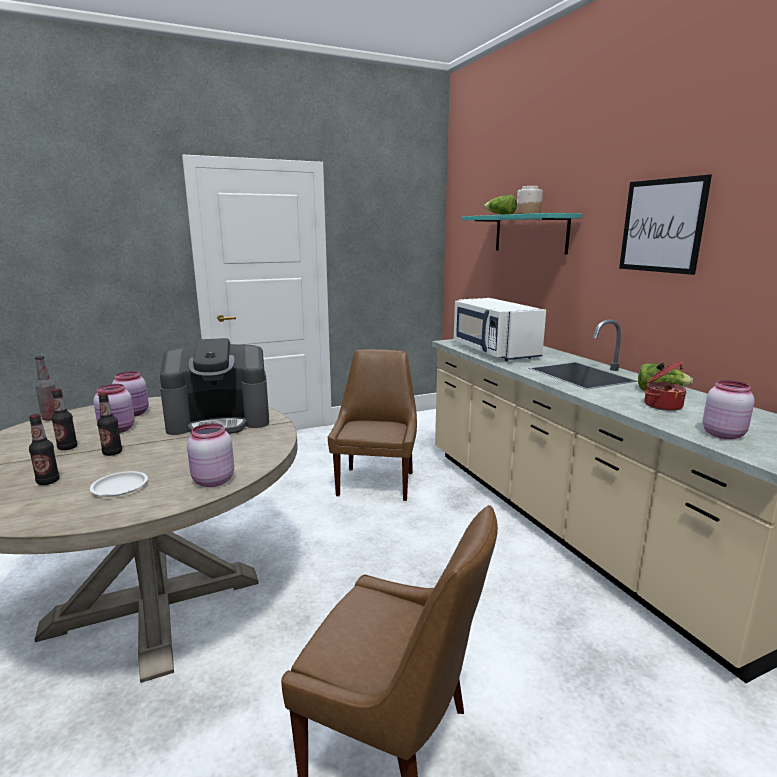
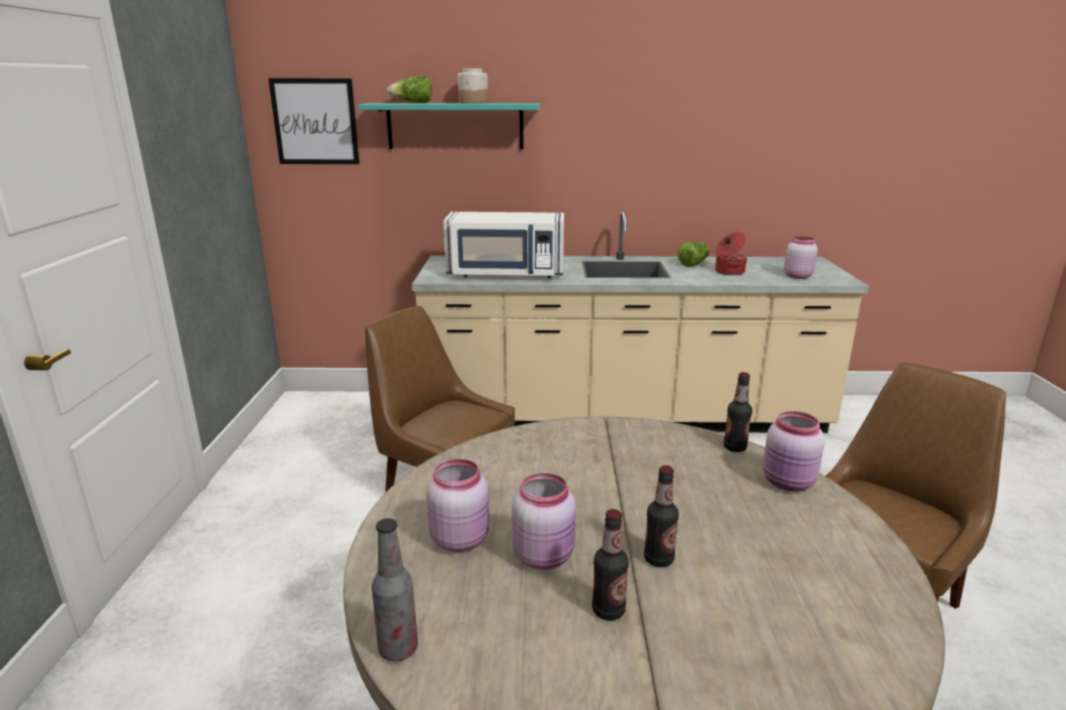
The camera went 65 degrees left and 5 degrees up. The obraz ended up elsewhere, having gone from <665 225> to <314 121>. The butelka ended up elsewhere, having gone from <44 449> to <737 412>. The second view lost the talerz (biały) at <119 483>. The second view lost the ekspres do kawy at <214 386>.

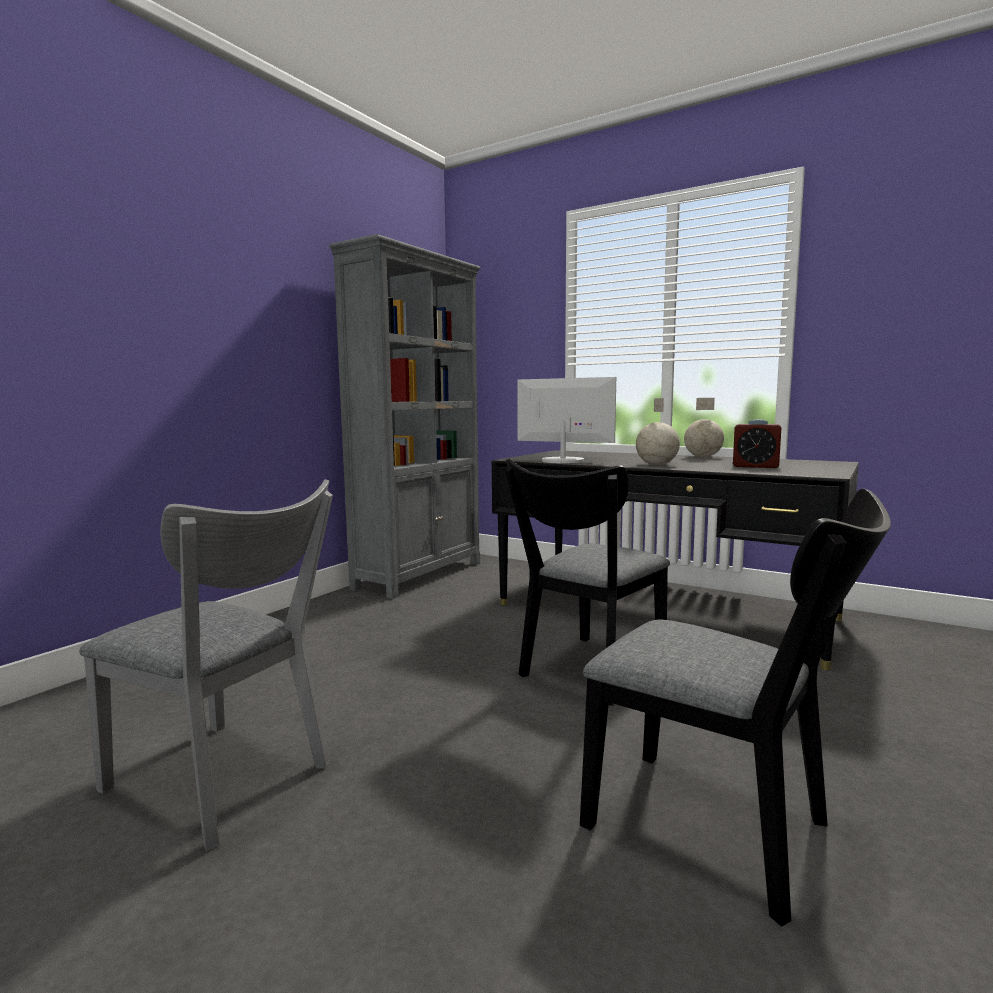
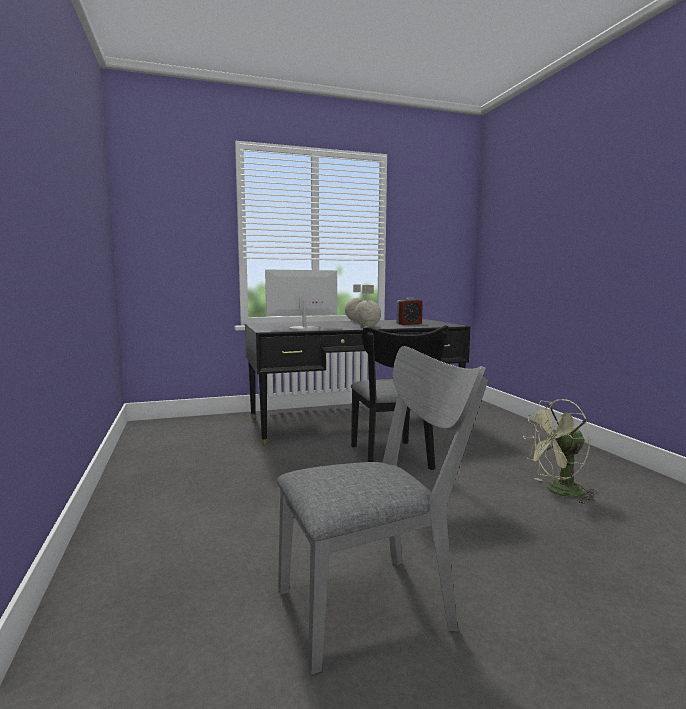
The camera went 50 degrees left and 0 degrees up. Where the krzesło (czarny) stood at <735 708>, the wentylator (zielony) came to stand at <560 451>. The second view lost the regał (szary) at <405 416>.

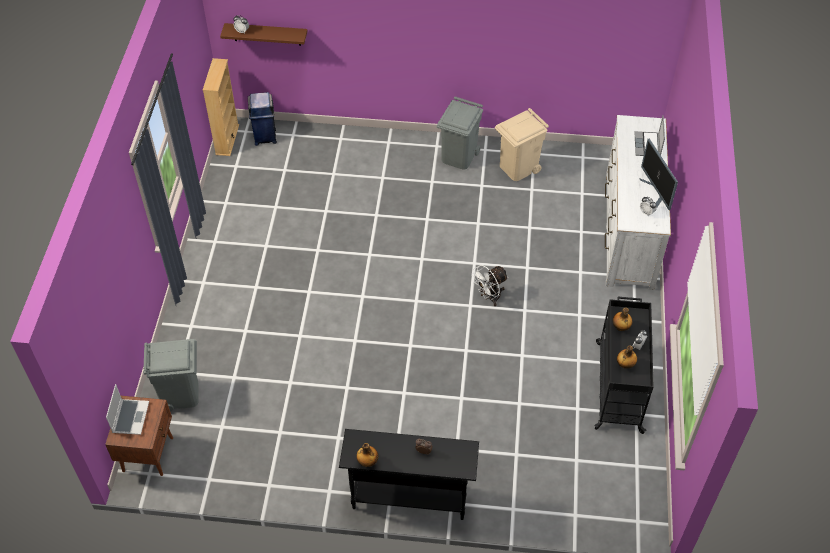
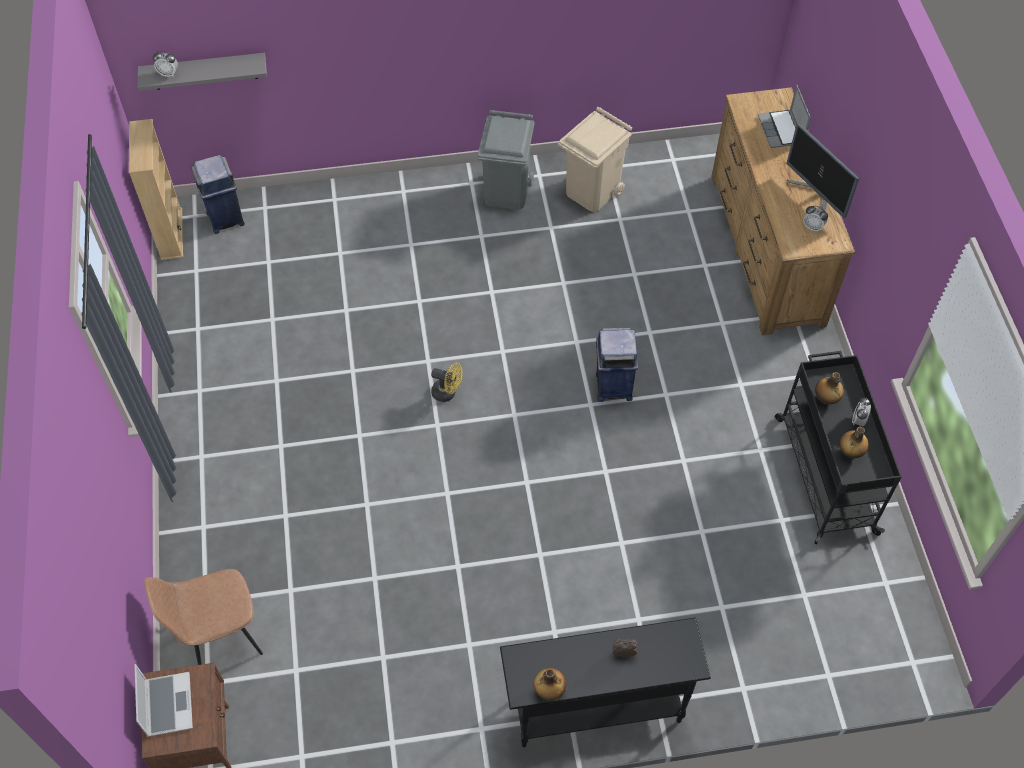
The camera went 15 degrees left and 5 degrees up. What was the półka (brązowy) at <264 34> turned into the półka (szary) at <202 72>. Where the kosz na śmieci (szary) stood at <171 375>, the krzesło (brązowy) came to stand at <203 617>. The second view gained the wentylator (żółty) at <447 382>. Where the wentylator (biały) stood at <489 285>, the kosz na śmieci (niebieski) came to stand at <617 364>. What was the komoda (biały) at <638 202> turned into the komoda (brązowy) at <783 211>.

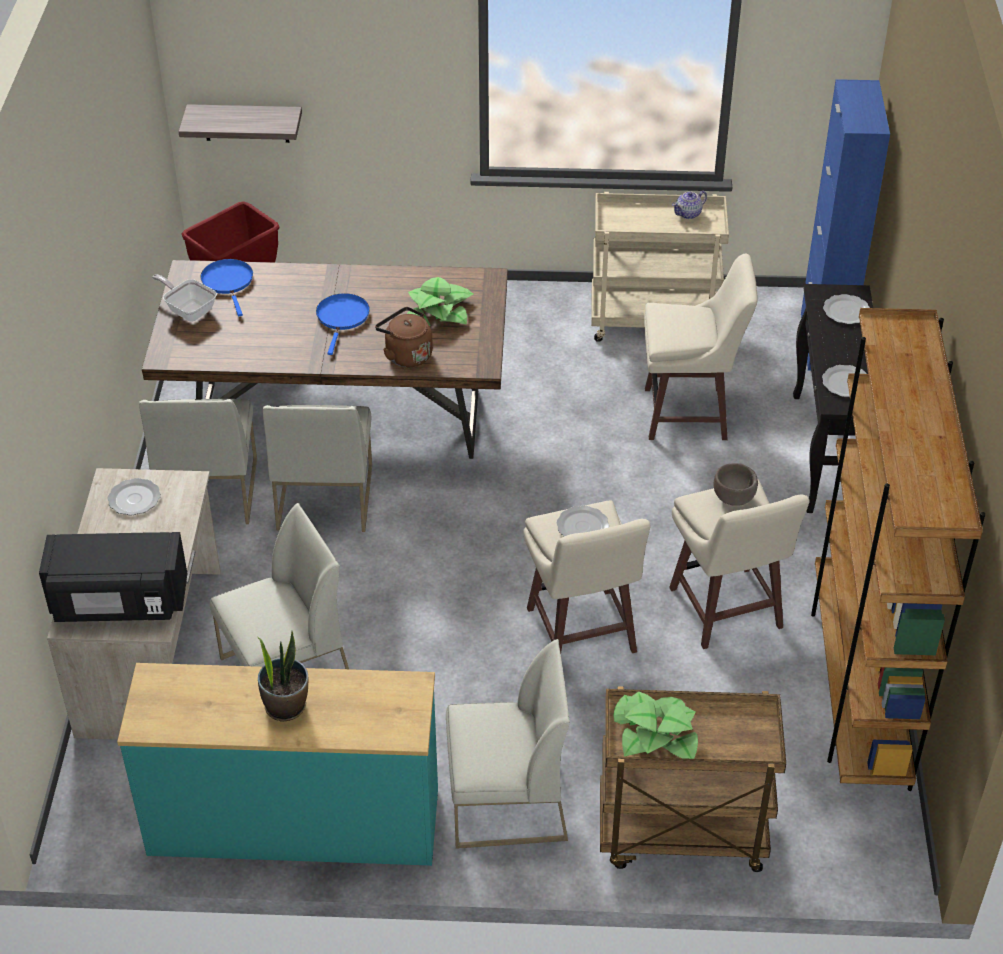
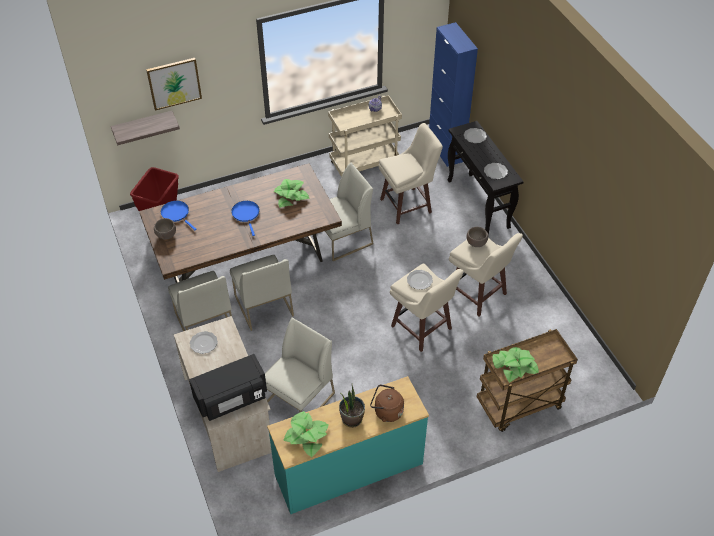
The camera went 25 degrees left and 5 degrees up. The second view gained the obraz at <174 84>. Where the patelnia stood at <184 298>, the miska (brązowy) came to stand at <165 229>. The second view gained the roślina doniczkowa at <306 434>. The krzesło (biały) ended up elsewhere, having gone from <508 744> to <349 211>. The czajnik (brązowy) ended up elsewhere, having gone from <404 337> to <387 403>. The second view lost the regał (brązowy) at <898 549>.

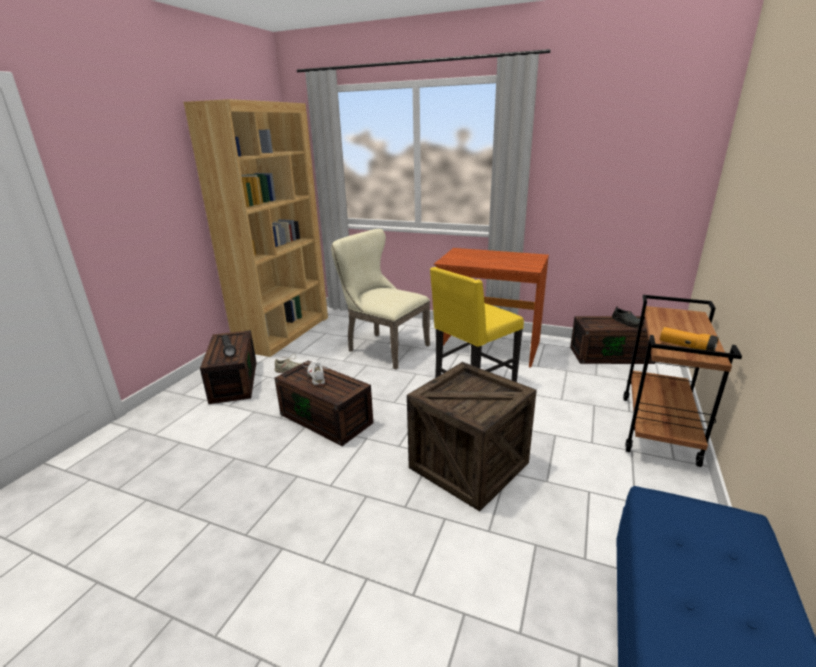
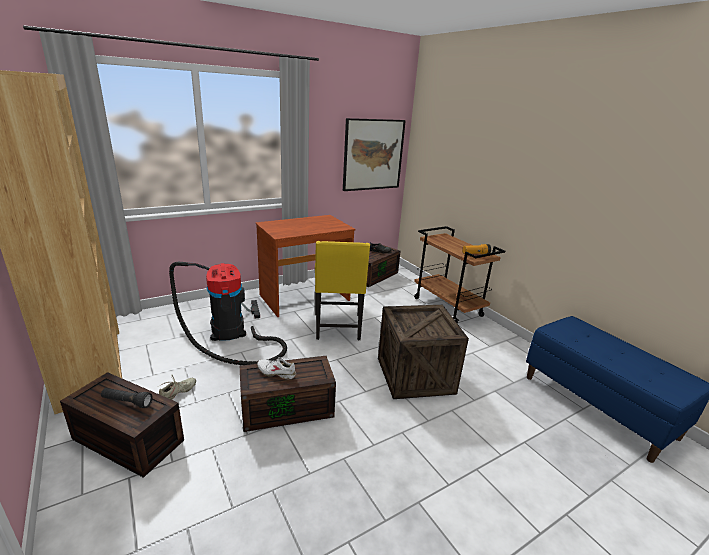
The camera went 55 degrees left and 0 degrees up. Where the krzesło (beżowy) stood at <380 299>, the odkurzacz came to stand at <228 313>. The second view gained the obraz at <374 154>.

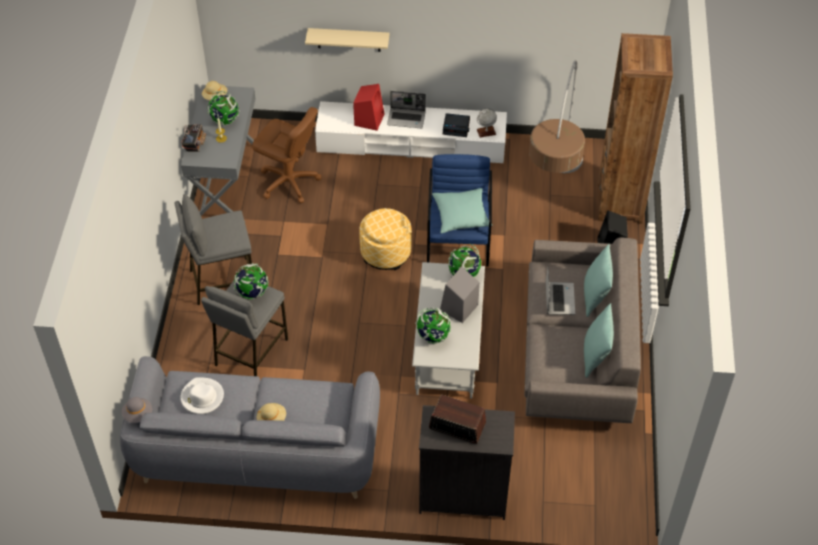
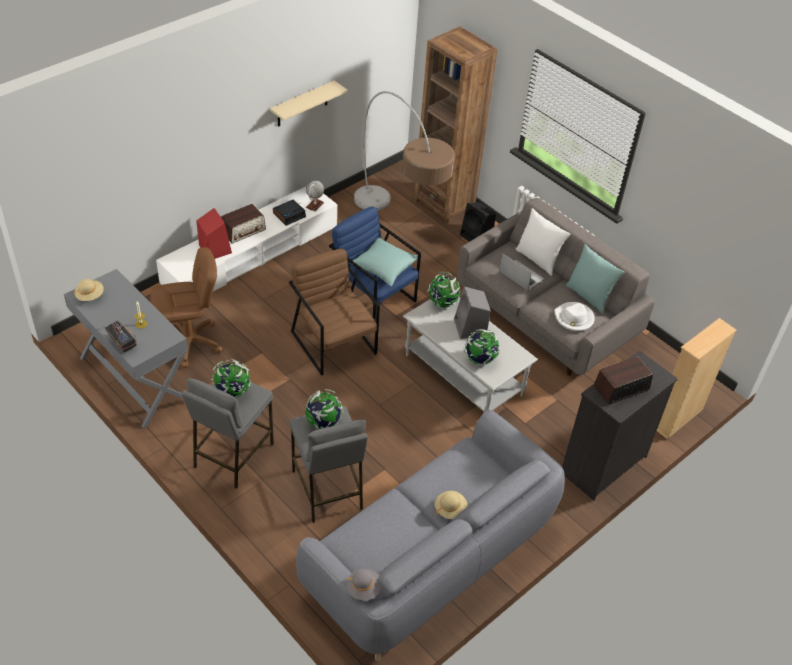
The camera went 50 degrees left and 5 degrees down. The globus ended up elsewhere, having gone from <223 108> to <231 378>. Where the laptop stood at <406 109>, the radio came to stand at <243 223>. The półka (beżowy) ended up elsewhere, having gone from <347 40> to <309 104>. Where the pufa stood at <385 239>, the fotel (brązowy) came to stand at <334 312>. What was the poduszka (turkusowy) at <598 280> turned into the poduszka (biały) at <543 242>. The kapelusz (biały) ended up elsewhere, having gone from <202 395> to <574 316>. The second view gained the regał (beżowy) at <696 378>.

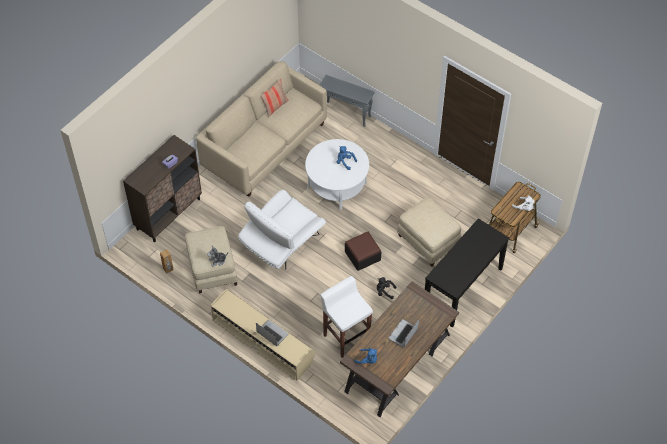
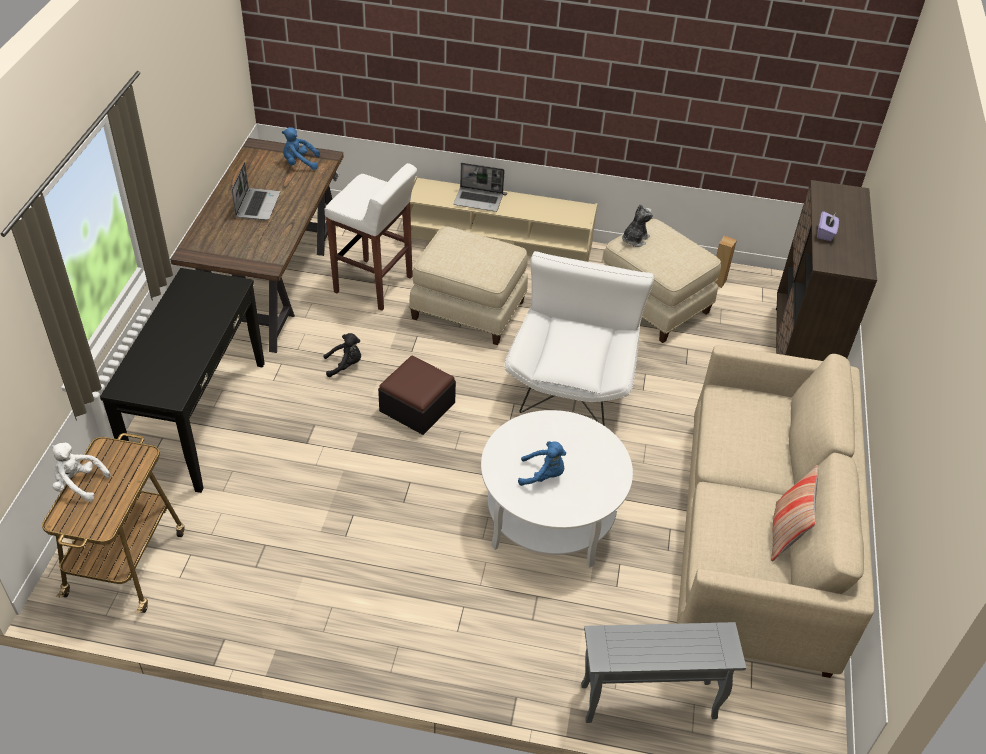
The camera went 150 degrees right and 10 degrees down. The pufa (beżowy) ended up elsewhere, having gone from <429 231> to <468 285>.

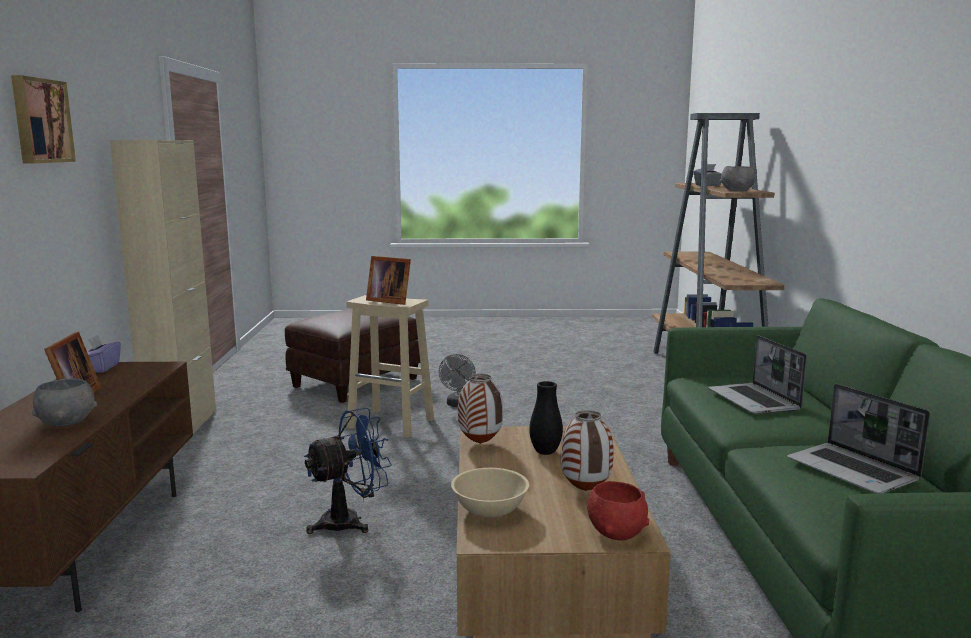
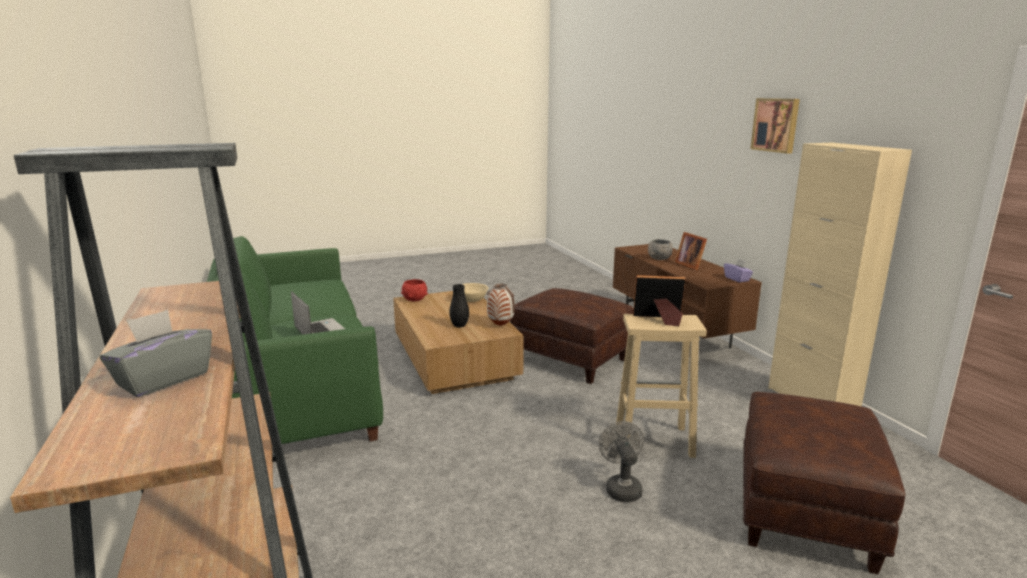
The camera went 160 degrees right and 5 degrees up. Where the wentylator (niebieski) stood at <348 471>, the pufa (brązowy) came to stand at <572 336>. The second view lost the wazon at <587 450>. The second view lost the miska (szary) at <737 178>. The second view lost the laptop at <858 438>.

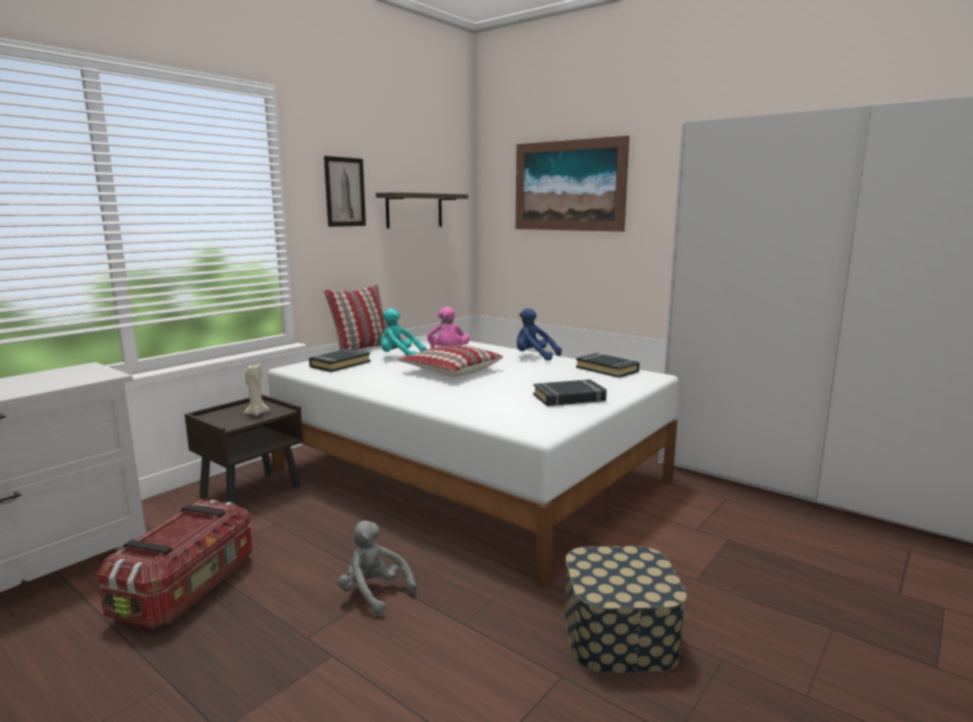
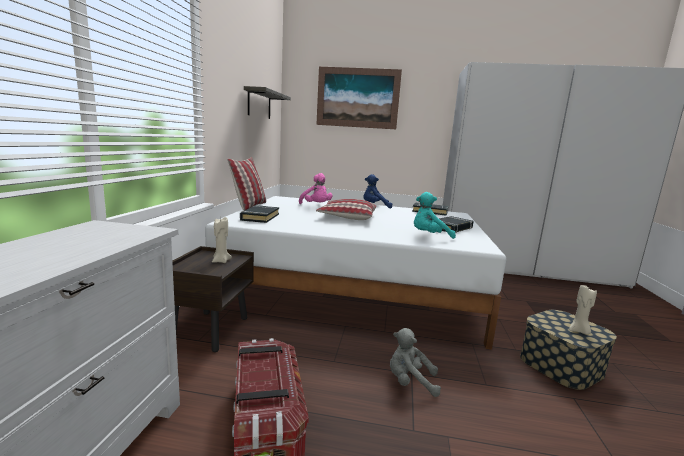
The camera went 30 degrees left and 0 degrees up. The pluszak (turkusowy) ended up elsewhere, having gone from <404 332> to <435 215>. The second view gained the świeca (beżowy) at <583 309>. The second view lost the obraz at <345 191>.

